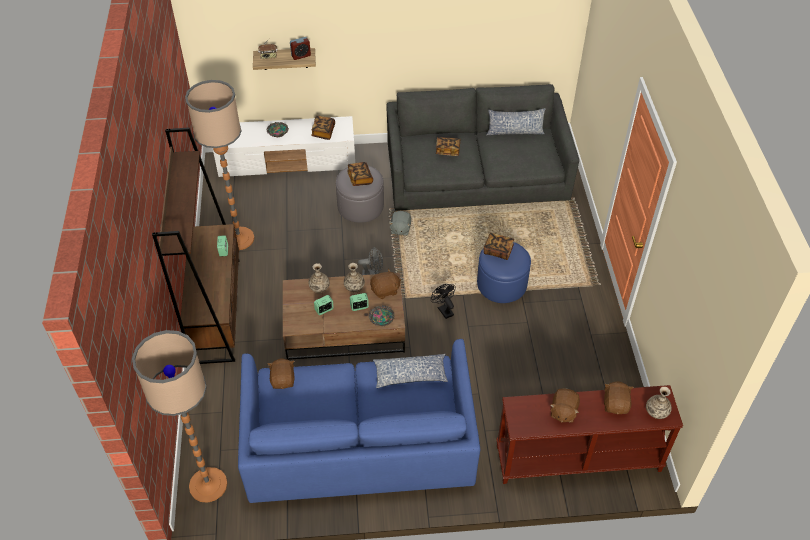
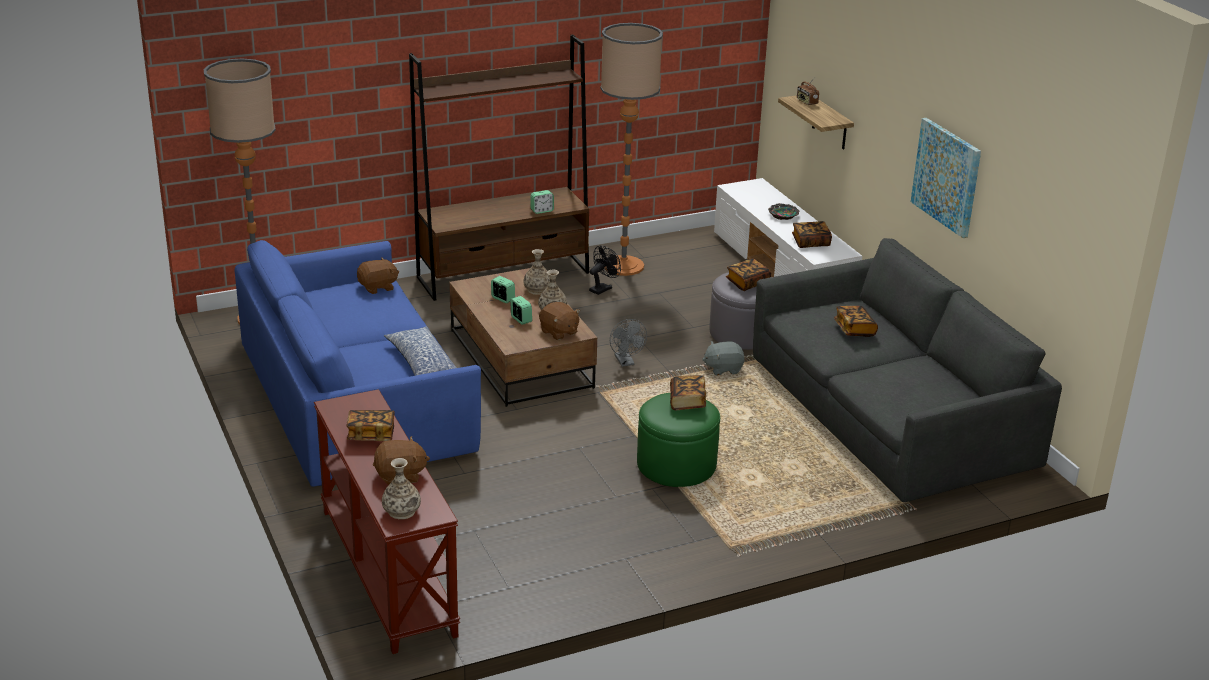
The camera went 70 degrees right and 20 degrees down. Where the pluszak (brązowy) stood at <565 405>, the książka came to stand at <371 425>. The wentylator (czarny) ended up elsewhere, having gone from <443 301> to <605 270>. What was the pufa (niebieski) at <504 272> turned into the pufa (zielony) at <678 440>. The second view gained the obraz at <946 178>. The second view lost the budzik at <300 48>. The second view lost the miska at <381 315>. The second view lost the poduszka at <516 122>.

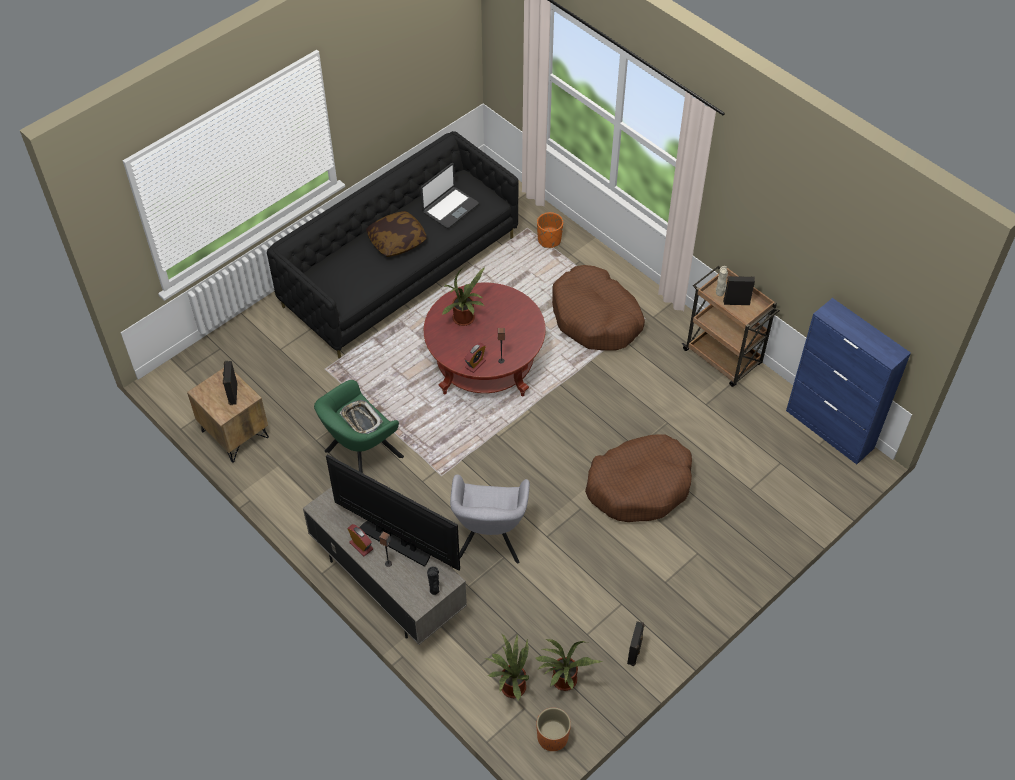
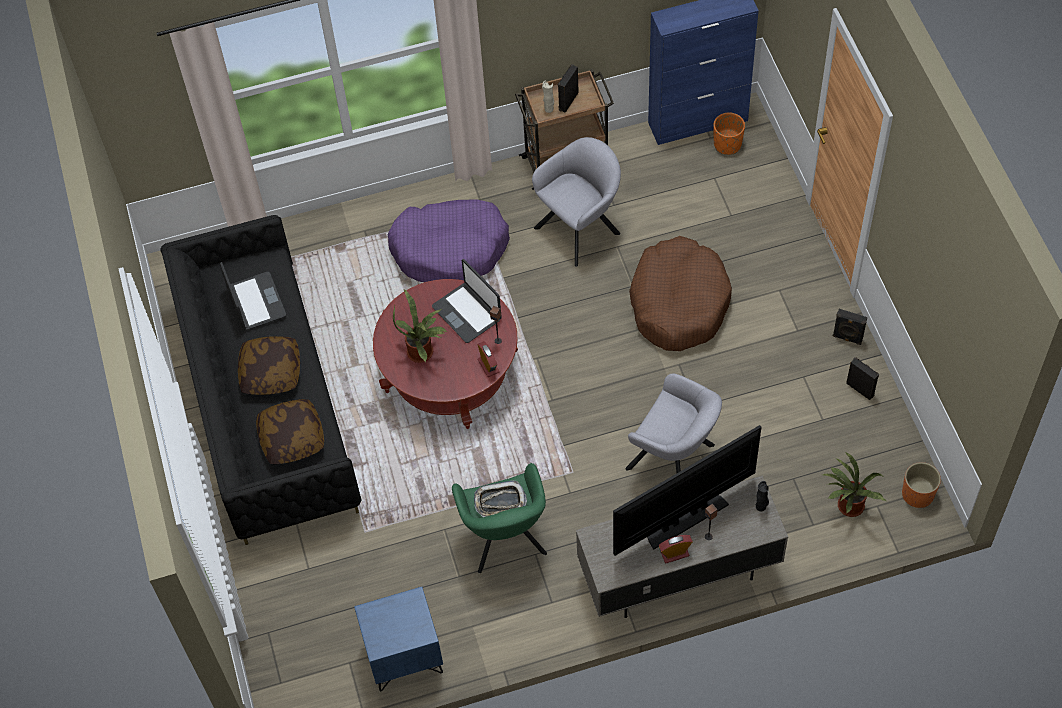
The camera went 60 degrees left and 5 degrees up. The second view gained the poduszka at <290 431>. What was the szafka nocna (brązowy) at <228 415> turned into the szafka nocna (niebieski) at <398 639>. What was the legowisko (brązowy) at <598 308> turned into the legowisko (fioletowy) at <449 240>. The second view gained the laptop at <467 301>. The second view gained the fotel (szary) at <576 202>. The donica (pomarańczowy) ended up elsewhere, having gone from <550 230> to <729 133>. The głośnik (czarny) ended up elsewhere, having gone from <230 383> to <850 327>. The second view lost the roślina doniczkowa at <569 665>.

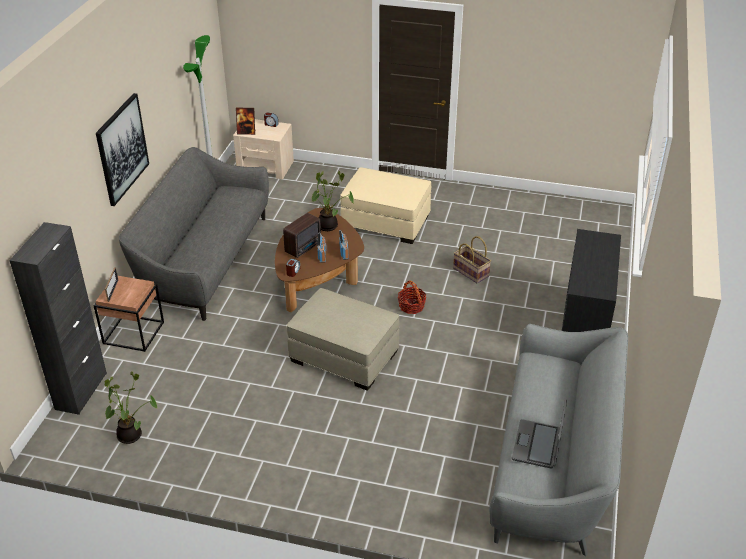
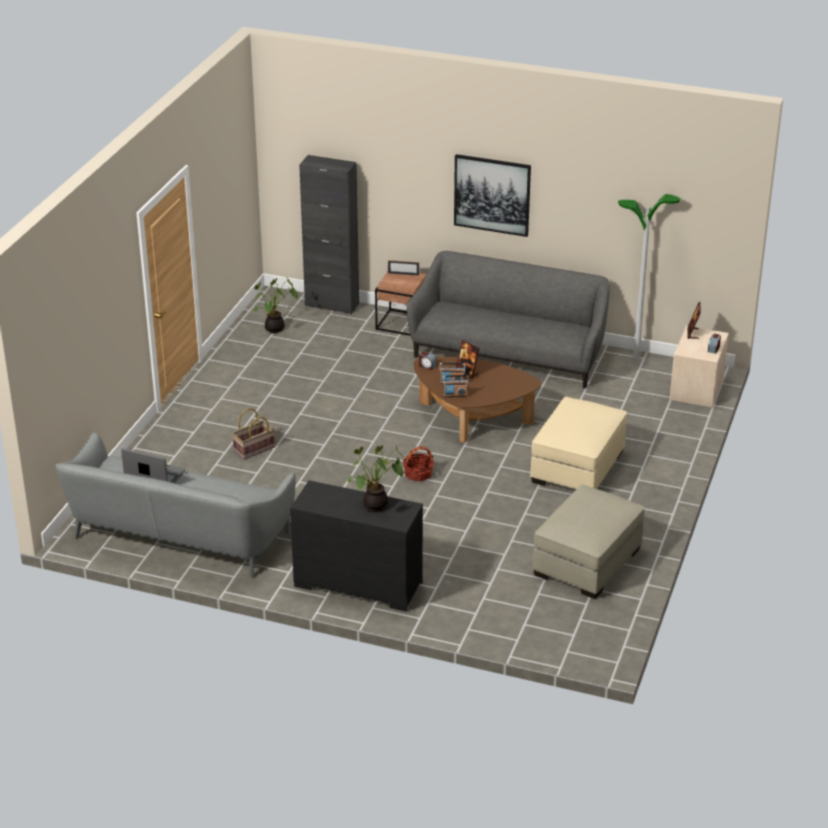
The camera went 95 degrees right and 5 degrees down. The koszyk ended up elsewhere, having gone from <472 259> to <253 434>. The roślina doniczkowa ended up elsewhere, having gone from <332 201> to <375 478>. Where the radio stood at <302 235>, the ramka na zdjęcie came to stand at <467 359>. The pufa (beżowy) ended up elsewhere, having gone from <343 339> to <588 542>.

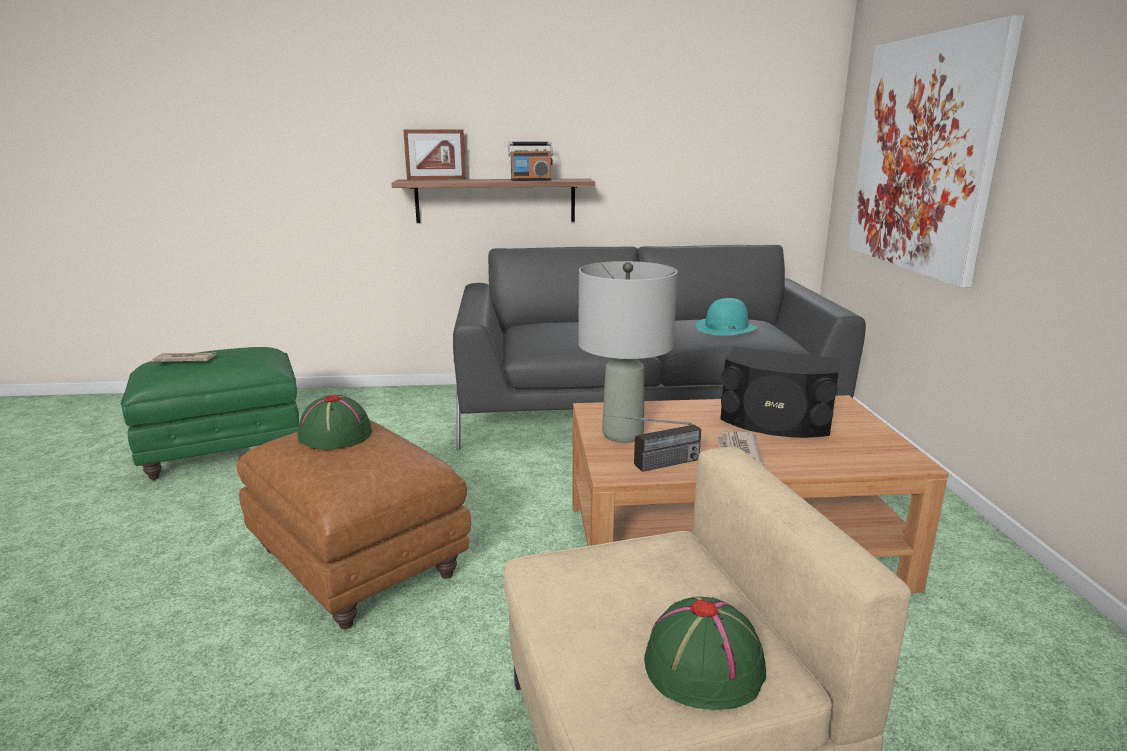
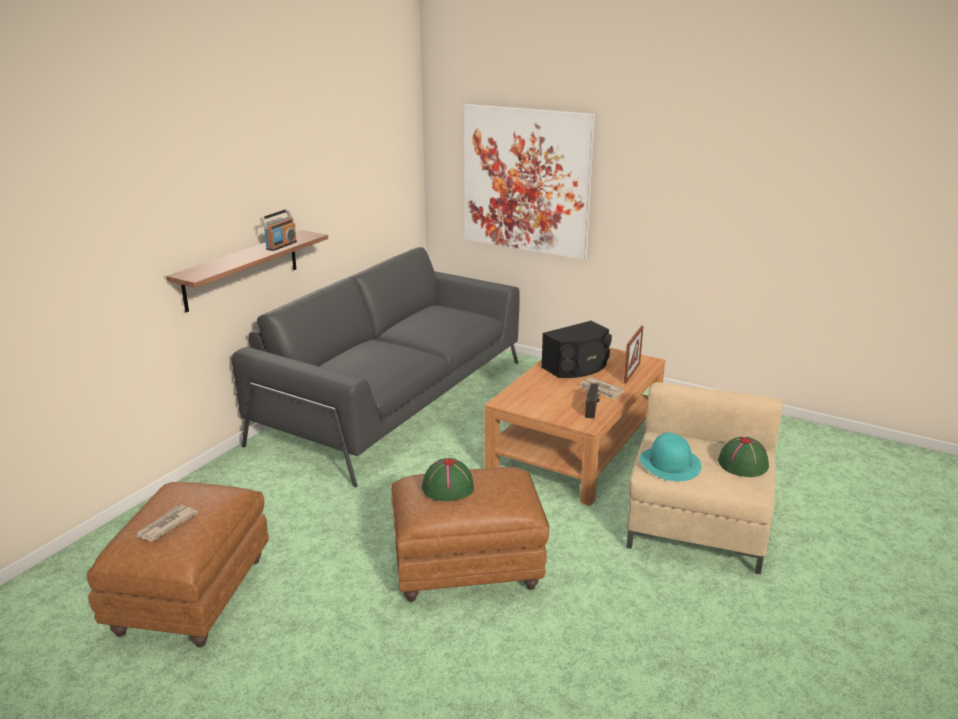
The camera went 55 degrees left and 5 degrees up. What was the pufa (zielony) at <210 413> turned into the pufa (brązowy) at <178 564>. The ramka na zdjęcie ended up elsewhere, having gone from <434 155> to <633 355>. The kapelusz (turkusowy) ended up elsewhere, having gone from <727 317> to <671 457>. The second view lost the lampa stołowa (szary) at <628 352>.

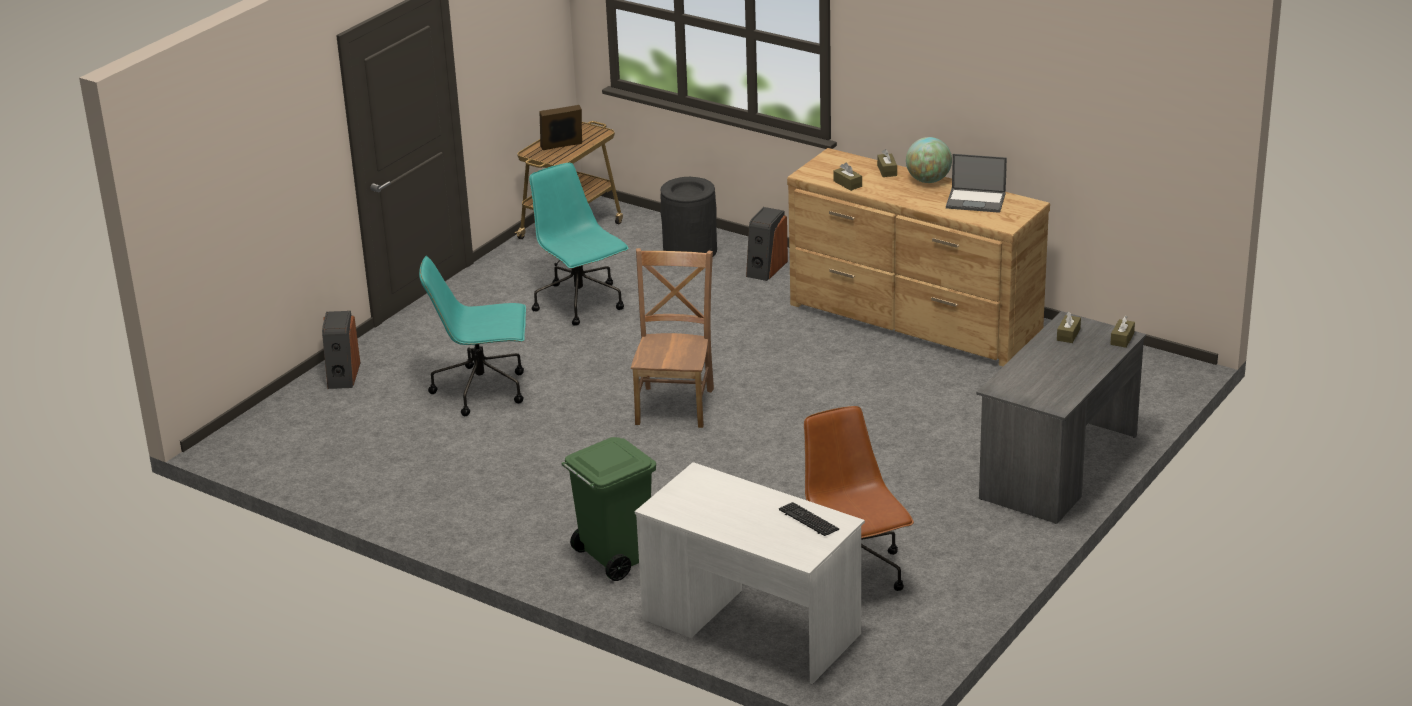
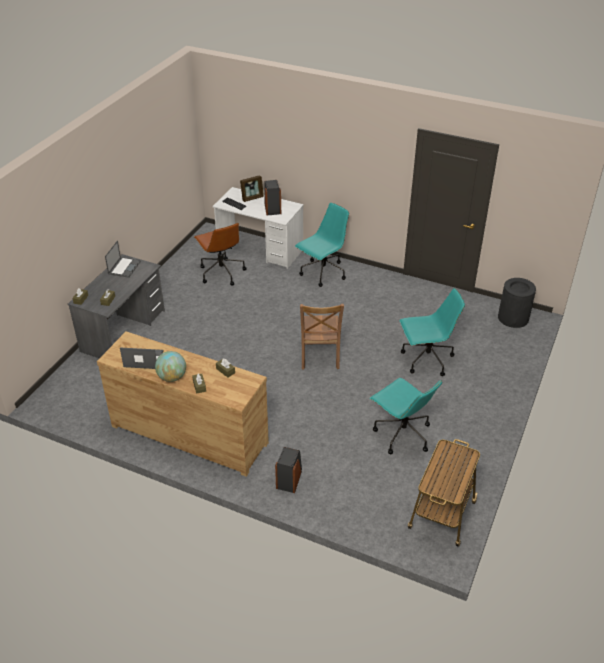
The camera went 170 degrees right and 10 degrees up. The second view gained the laptop at <123 259>. The ramka na zdjęcie ended up elsewhere, having gone from <560 127> to <252 188>. The głośnik ended up elsewhere, having gone from <341 350> to <273 198>. Where the kosz na śmieci (zielony) stood at <609 509>, the krzesło biurowe (turkusowy) came to stand at <322 245>. The kosz na śmieci (czarny) ended up elsewhere, having gone from <688 216> to <517 303>.

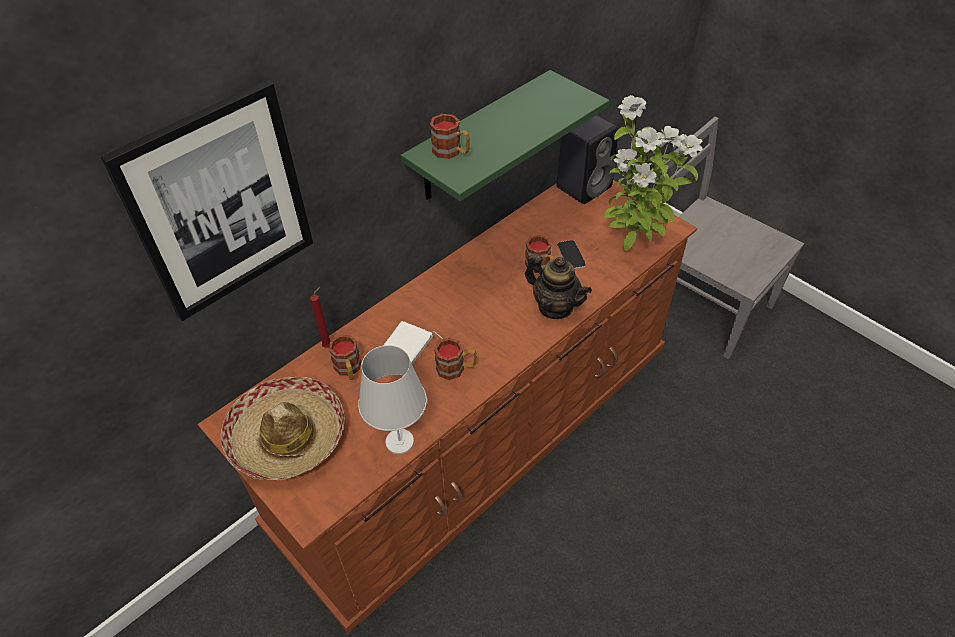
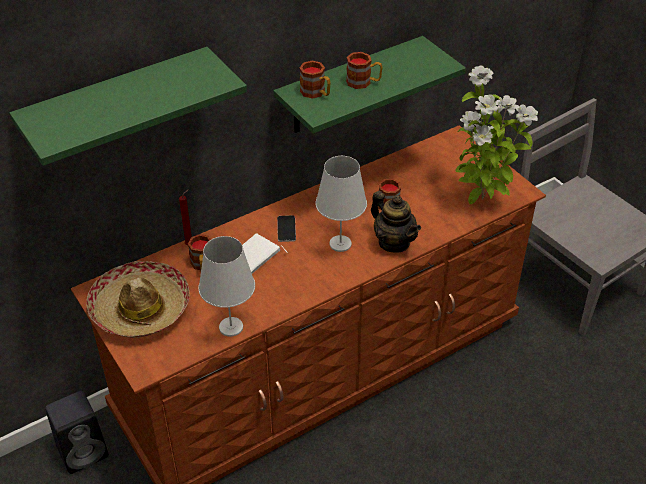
The camera went 10 degrees right and 5 degrees down. Where the obraz hung at <207 200>, the półka (zielony) came to hang at <128 106>. The głośnik (czarny) ended up elsewhere, having gone from <587 159> to <77 432>. The telefon ended up elsewhere, having gone from <571 254> to <286 228>. The second view gained the lampa stołowa (biały) at <341 204>. The kubek ended up elsewhere, having gone from <455 359> to <364 70>.

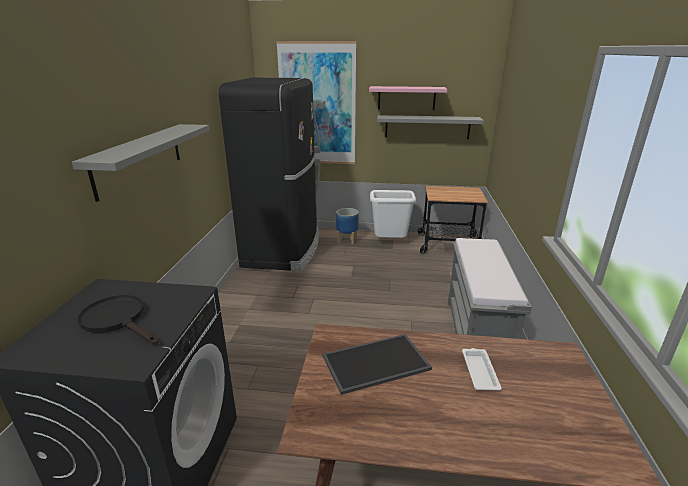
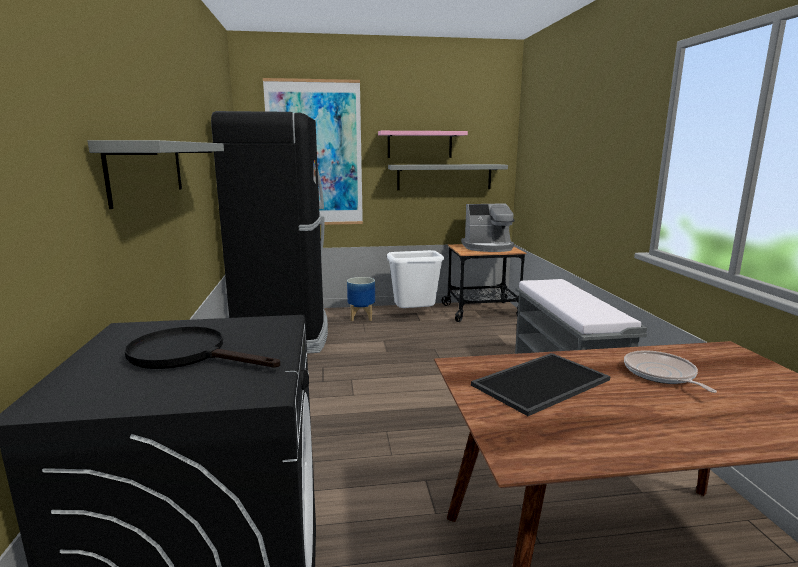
The camera went 15 degrees left and 10 degrees down. The second view gained the ekspres do kawy at <488 228>. Where the taca (biały) stood at <482 369>, the patelnia came to stand at <670 371>.

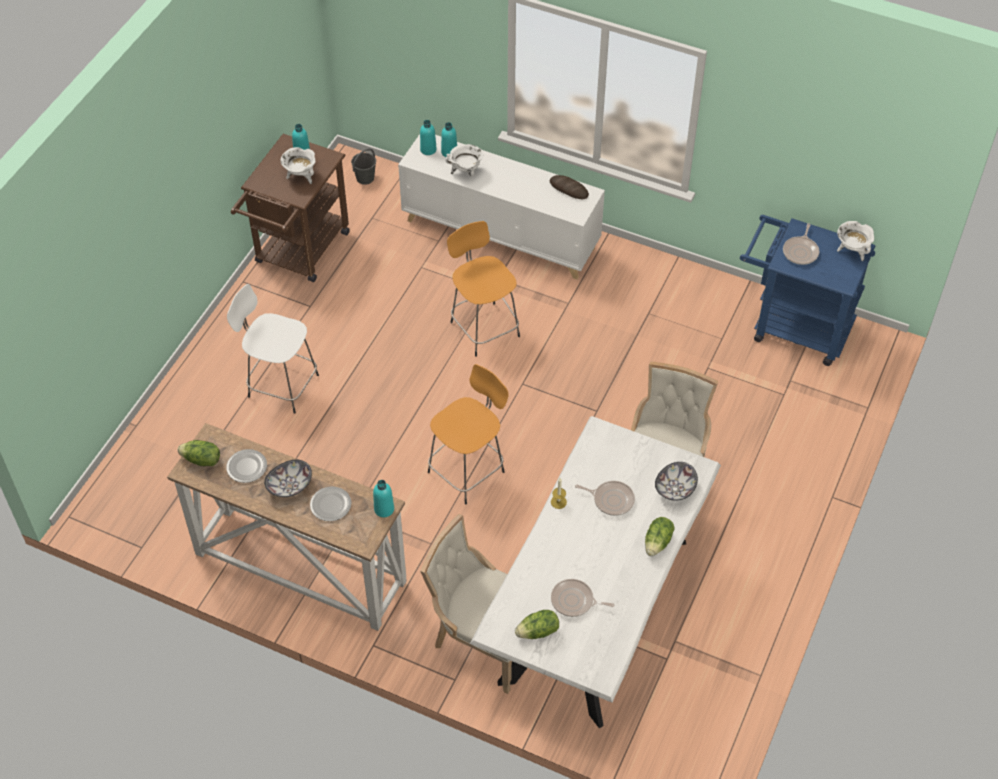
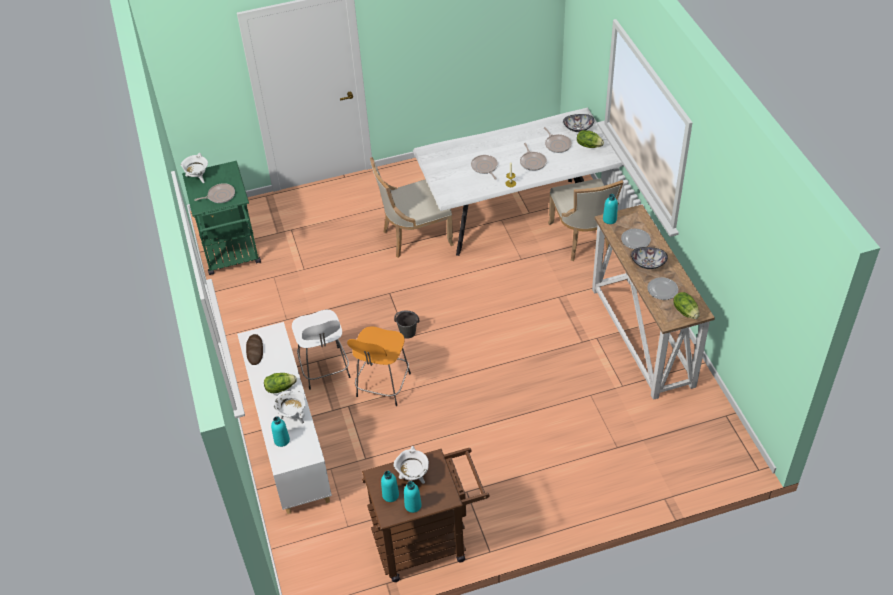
The camera went 130 degrees left and 5 degrees down. What was the wózek (niebieski) at <808 290> turned into the wózek (zielony) at <221 218>. The sałata ended up elsewhere, having gone from <660 536> to <280 383>. The stołek (biały) ended up elsewhere, having gone from <273 349> to <321 350>. The wiadro (szary) ended up elsewhere, having gone from <363 166> to <406 324>. The butelka (turkusowy) ended up elsewhere, having gone from <428 137> to <413 497>. The second view gained the patelnia at <533 157>. The miska ended up elsewhere, having gone from <676 481> to <578 123>. The second view lost the stołek (pomarańczowy) at <468 434>.

